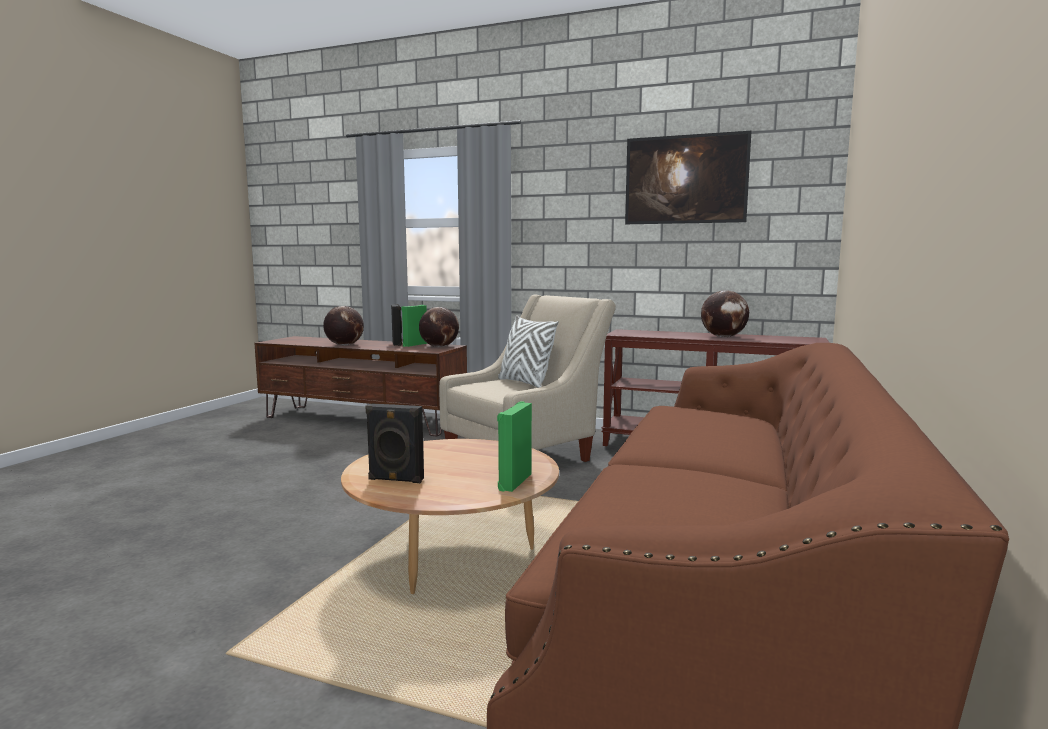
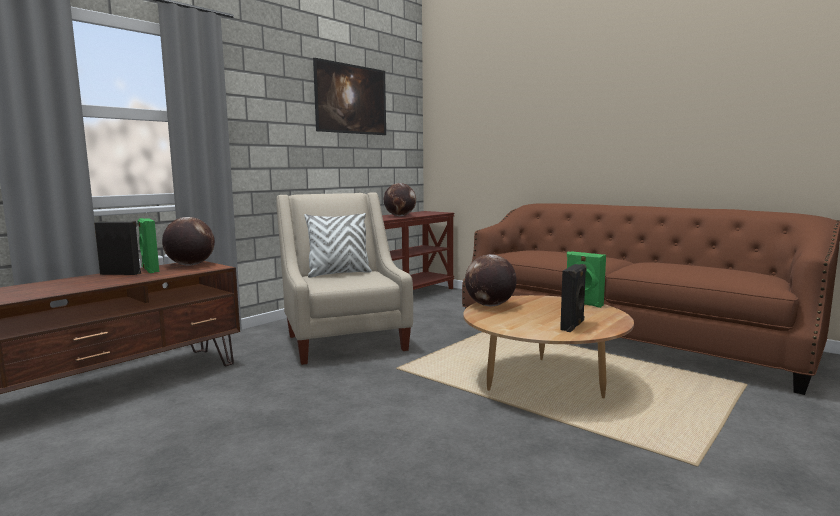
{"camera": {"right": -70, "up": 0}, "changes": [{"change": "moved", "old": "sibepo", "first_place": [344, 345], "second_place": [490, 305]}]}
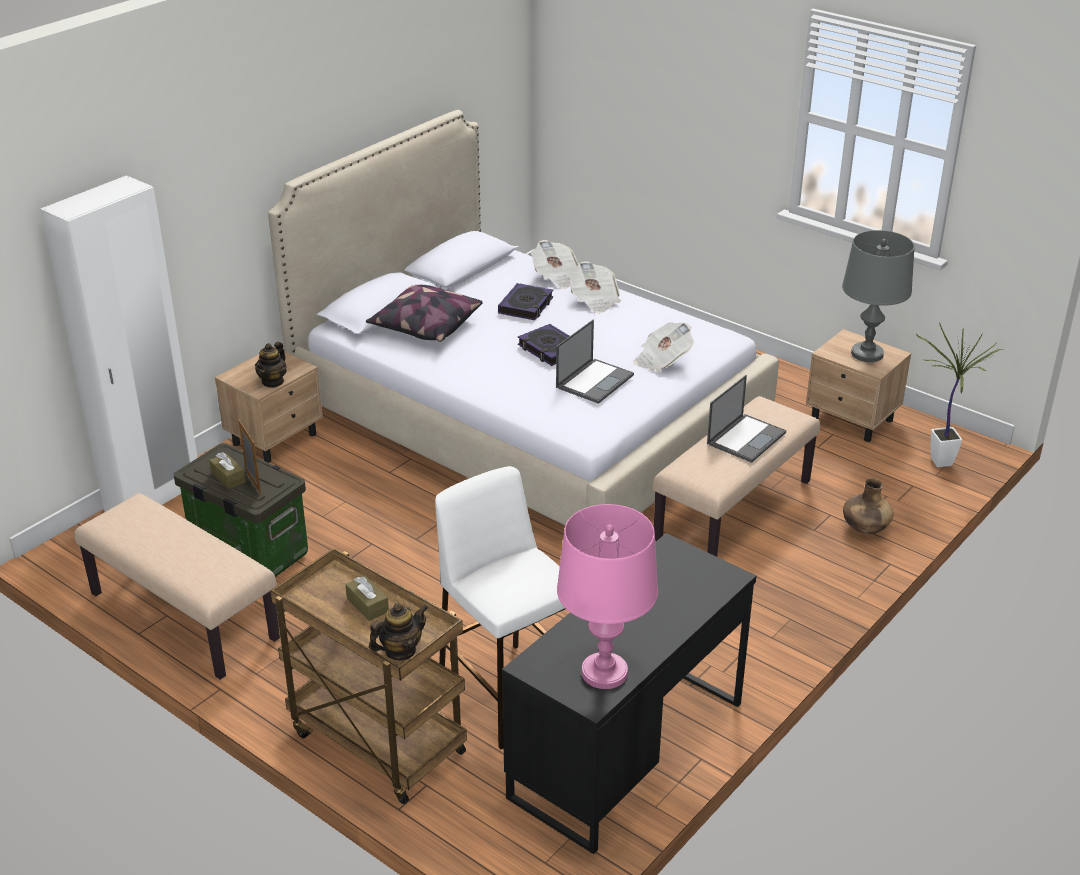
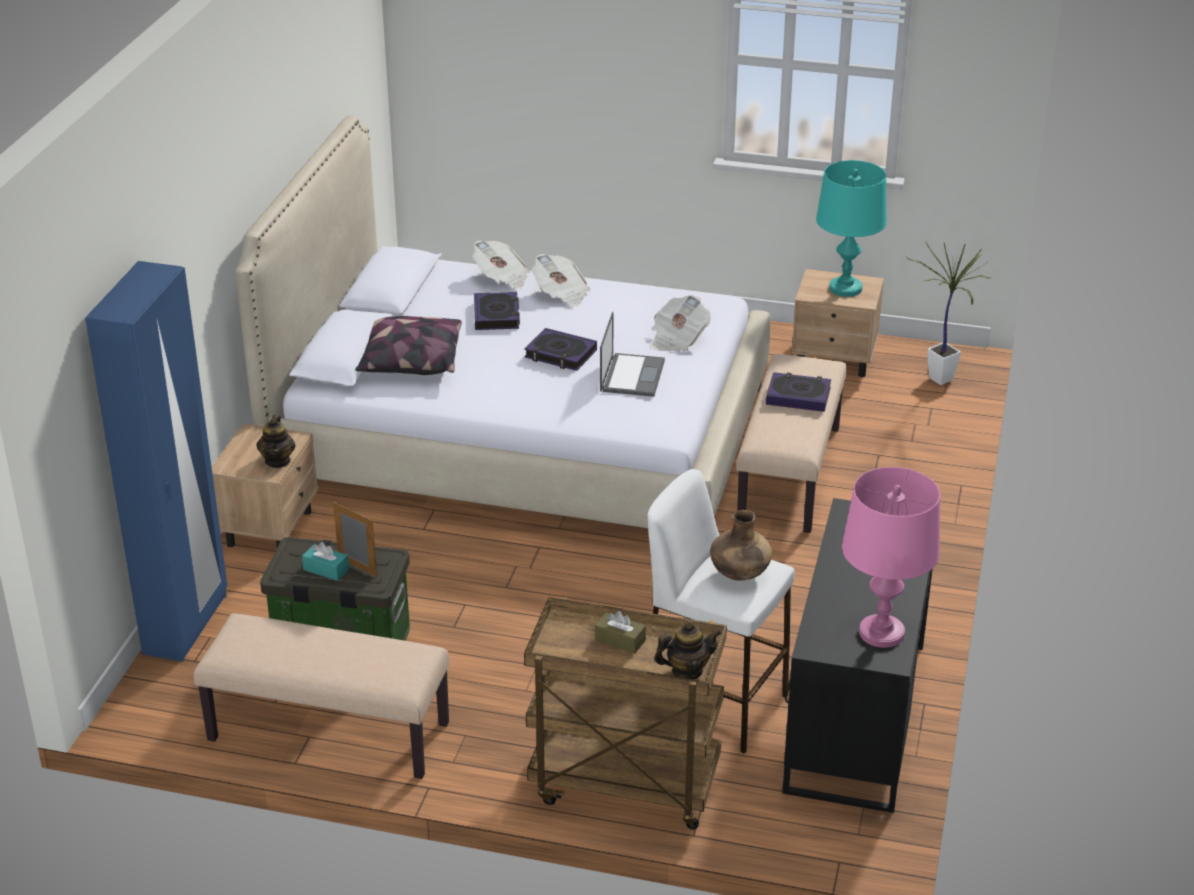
{"camera": {"right": -25, "up": 0}, "changes": [{"change": "recoloured", "old": "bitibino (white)", "new": "bitibino (blue)", "first_place": [154, 497], "second_place": [186, 624]}, {"change": "recoloured", "old": "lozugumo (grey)", "new": "lozugumo (turquoise)", "first_place": [867, 354], "second_place": [845, 288]}, {"change": "replaced", "old": "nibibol", "new": "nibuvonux", "first_place": [746, 438], "second_place": [798, 396]}, {"change": "recoloured", "old": "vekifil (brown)", "new": "vekifil (turquoise)", "first_place": [228, 477], "second_place": [326, 569]}, {"change": "moved", "old": "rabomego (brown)", "first_place": [865, 529], "second_place": [739, 574]}, {"change": "turned", "old": "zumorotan", "first_place": [400, 651], "second_place": [687, 670], "degrees": 45}]}
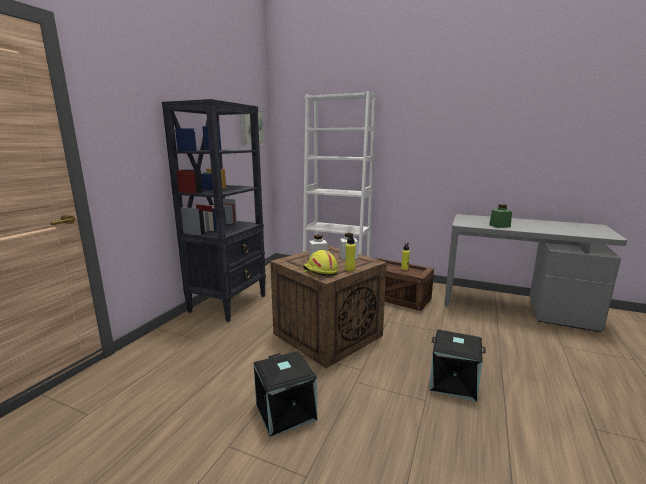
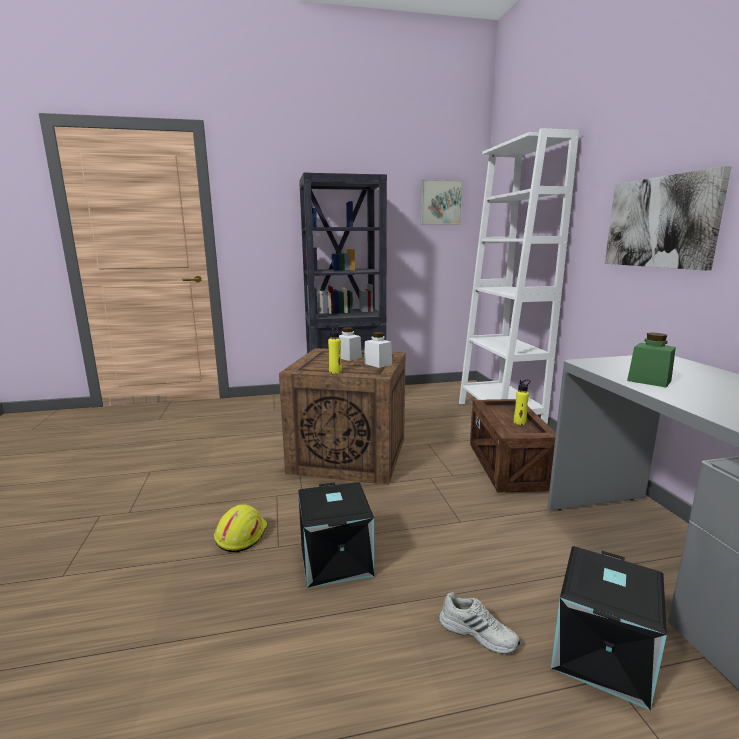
{"camera": {"right": 55, "up": 0}, "changes": [{"change": "moved", "old": "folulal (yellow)", "first_place": [320, 271], "second_place": [241, 535]}, {"change": "moved", "old": "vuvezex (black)", "first_place": [286, 411], "second_place": [603, 655]}, {"change": "added", "new": "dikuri", "second_place": [661, 222]}, {"change": "added", "new": "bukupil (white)", "second_place": [478, 632]}]}
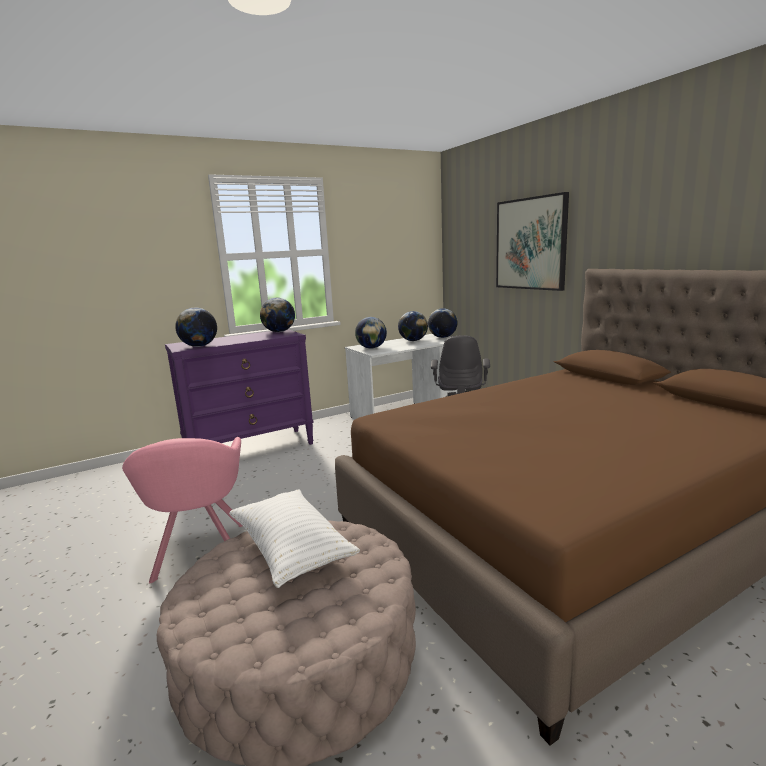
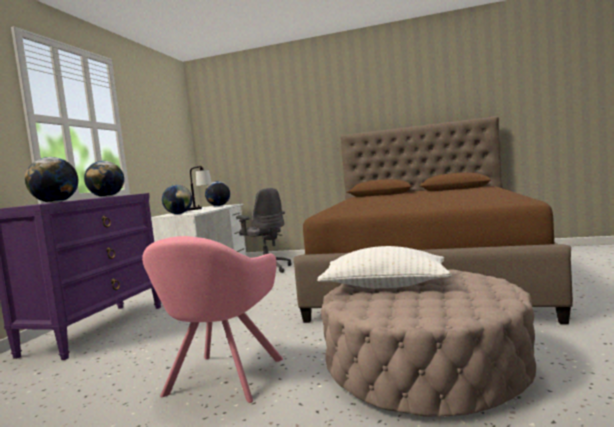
{"camera": {"right": -45, "up": -10}, "changes": [{"change": "removed", "old": "dikuri", "first_place": [530, 244]}, {"change": "replaced", "old": "sibepo", "new": "lozugumo", "first_place": [413, 340], "second_place": [200, 209]}, {"change": "turned", "old": "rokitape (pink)", "first_place": [200, 554], "second_place": [221, 380], "degrees": 75}]}
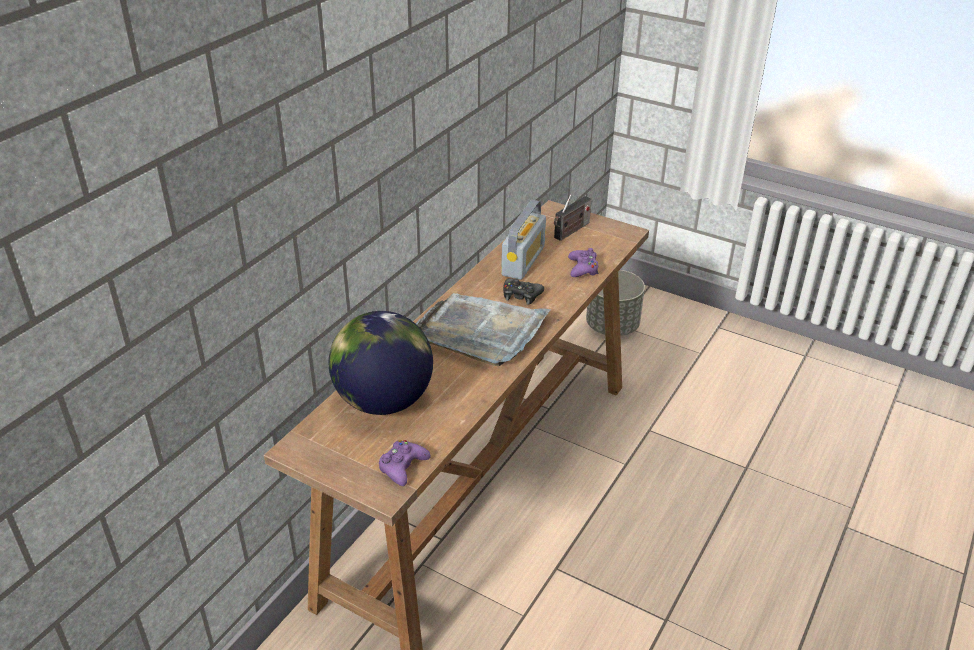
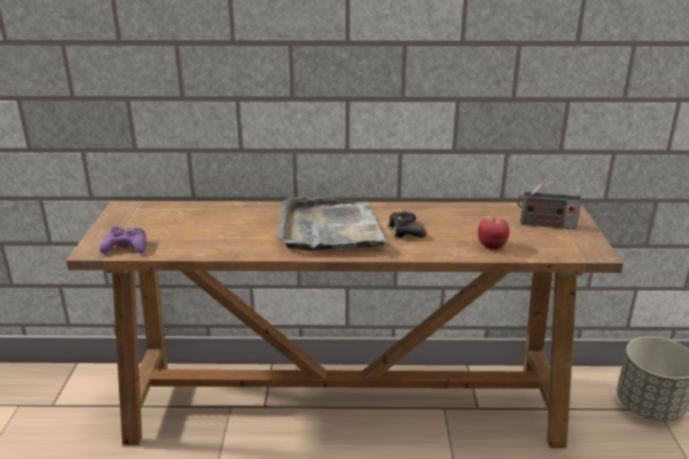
{"camera": {"right": 60, "up": -10}, "changes": [{"change": "removed", "old": "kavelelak", "first_place": [523, 261]}, {"change": "replaced", "old": "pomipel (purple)", "new": "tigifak", "first_place": [583, 268], "second_place": [492, 246]}, {"change": "removed", "old": "sibepo", "first_place": [383, 401]}]}
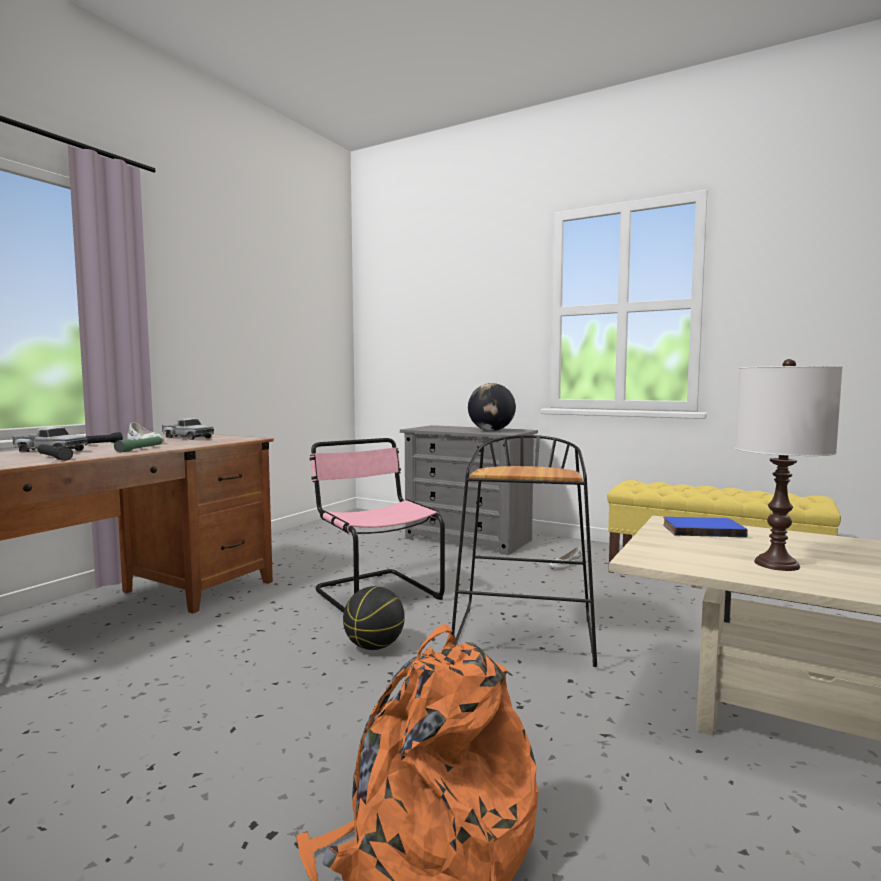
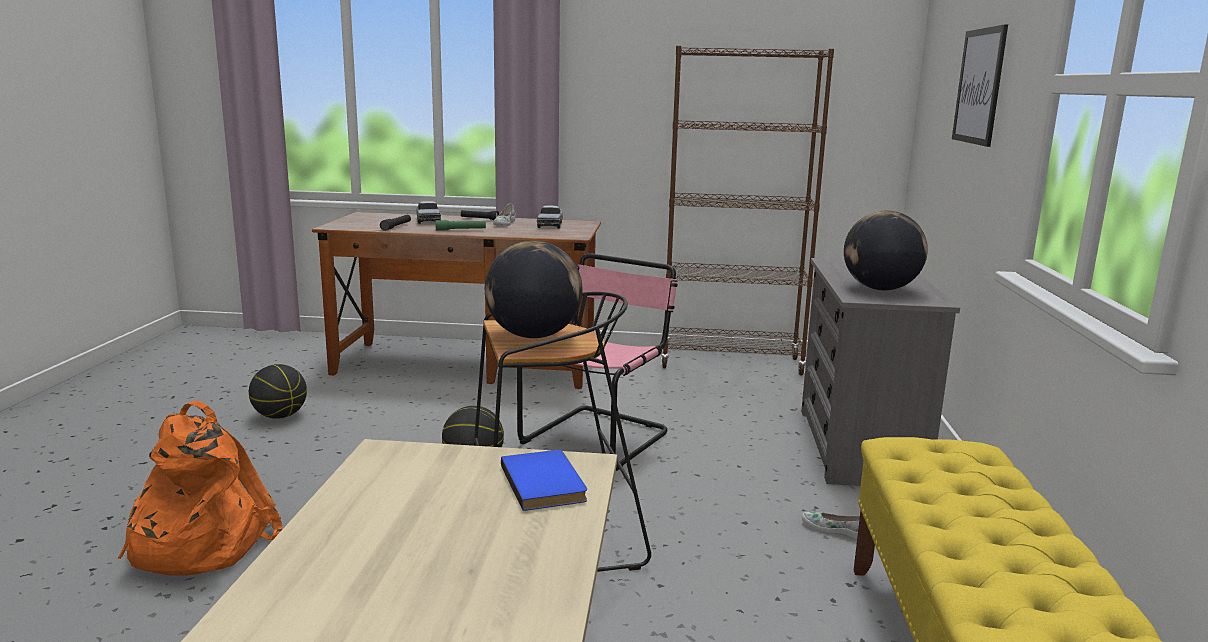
{"camera": {"right": 65, "up": 10}, "changes": [{"change": "removed", "old": "lozugumo (white)", "first_place": [777, 564]}, {"change": "added", "new": "dikuri", "second_place": [979, 86]}, {"change": "added", "new": "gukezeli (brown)", "second_place": [731, 363]}, {"change": "added", "new": "sibepo", "second_place": [533, 336]}, {"change": "added", "new": "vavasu", "second_place": [280, 416]}]}
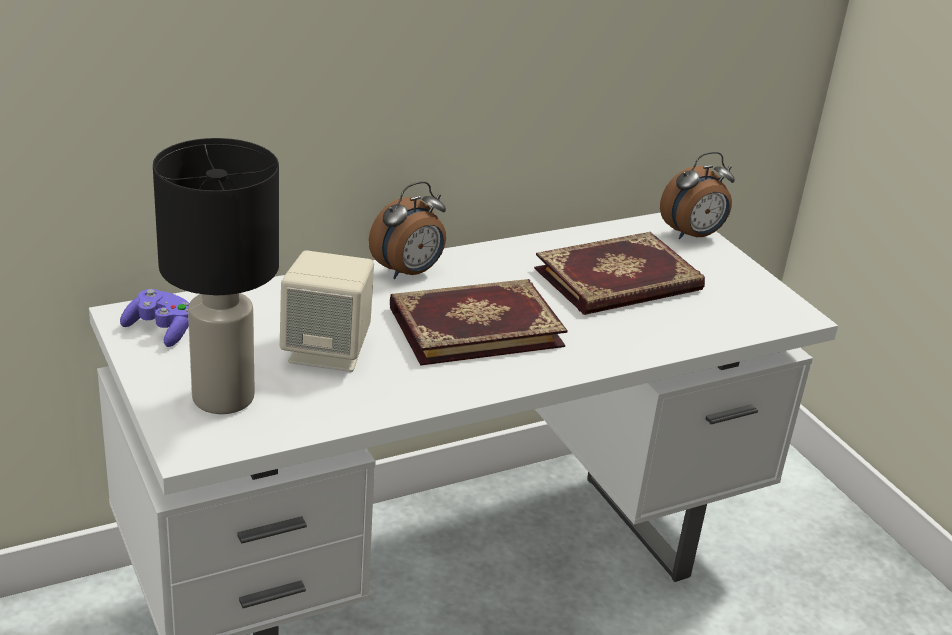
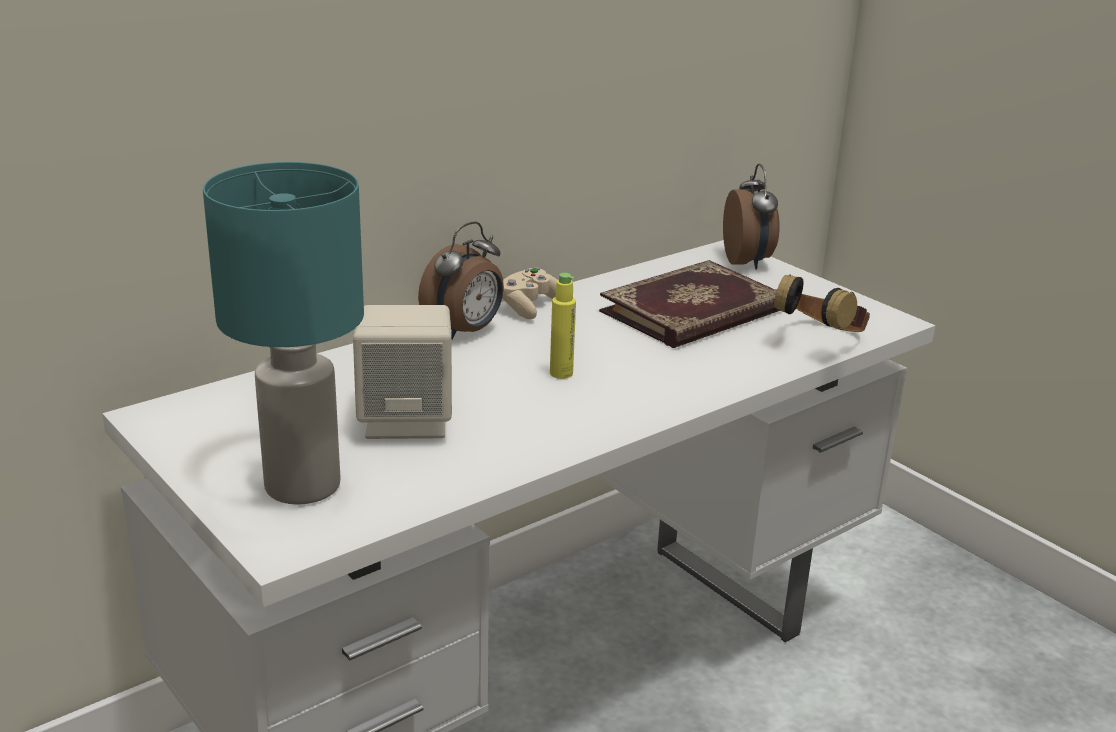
{"camera": {"right": -10, "up": -5}, "changes": [{"change": "recoloured", "old": "lozugumo (black)", "new": "lozugumo (turquoise)", "first_place": [222, 398], "second_place": [301, 487]}, {"change": "turned", "old": "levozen", "first_place": [693, 235], "second_place": [748, 262], "degrees": -60}, {"change": "replaced", "old": "nibuvonux", "new": "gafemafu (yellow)", "first_place": [475, 325], "second_place": [561, 373]}, {"change": "removed", "old": "pomipel (purple)", "first_place": [161, 330]}, {"change": "added", "new": "pomipel (beige)", "second_place": [529, 307]}, {"change": "added", "new": "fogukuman", "second_place": [821, 340]}]}
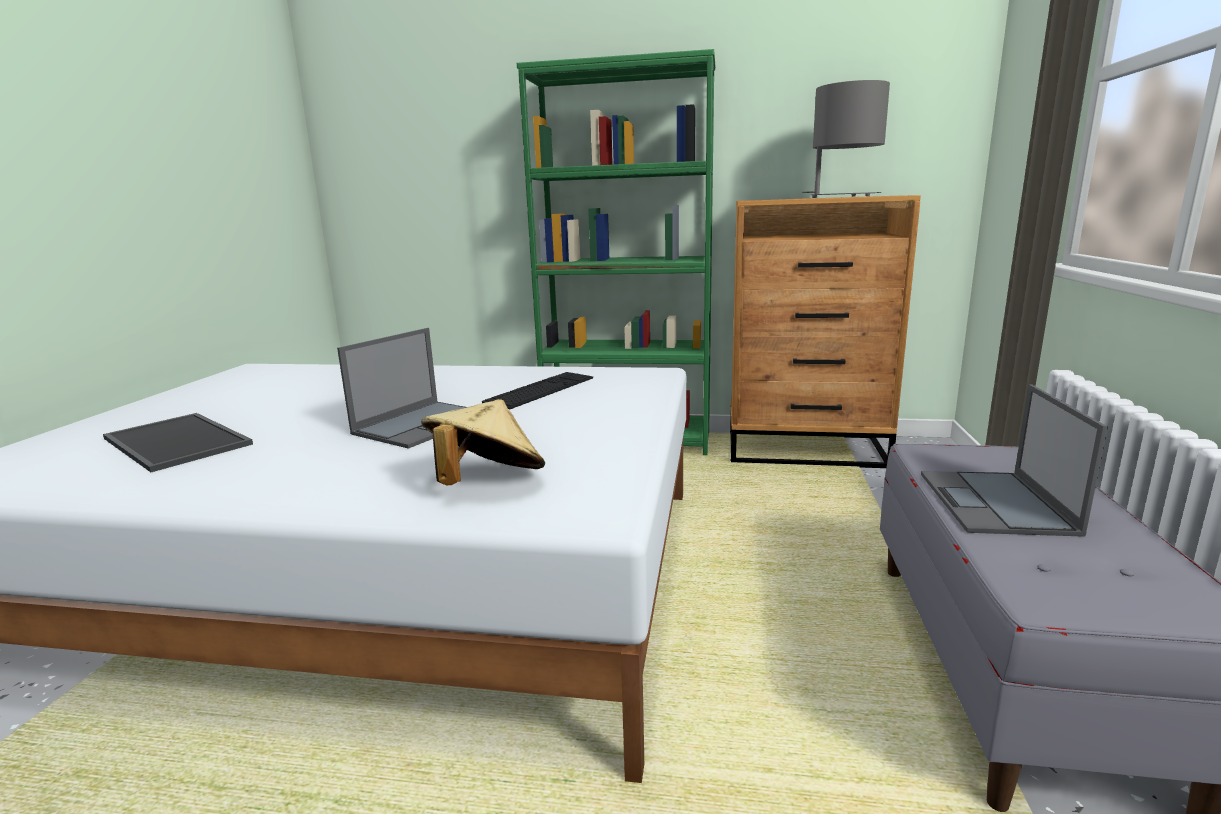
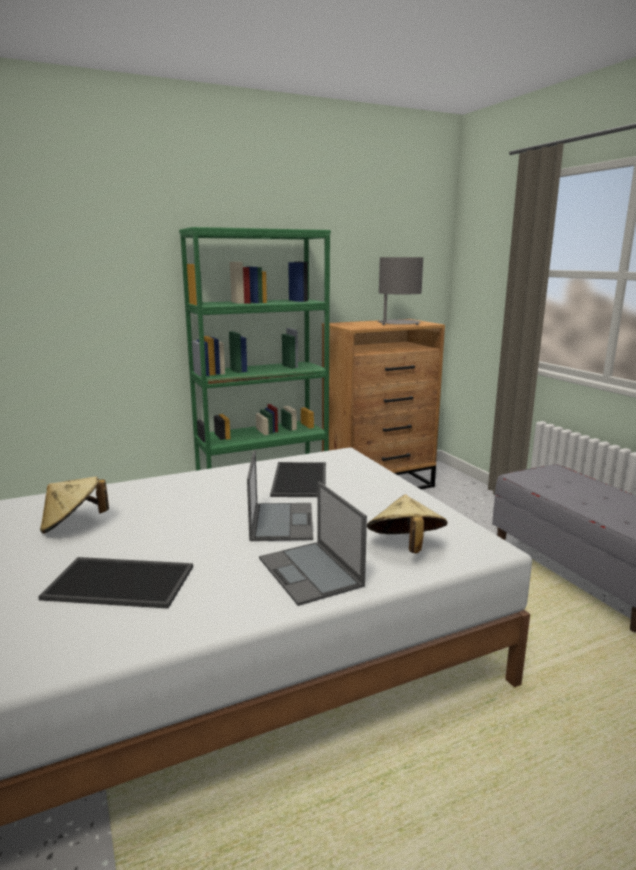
{"camera": {"right": -35, "up": 0}, "changes": [{"change": "replaced", "old": "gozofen", "new": "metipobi", "first_place": [540, 390], "second_place": [301, 480]}, {"change": "moved", "old": "nibibol", "first_place": [996, 503], "second_place": [311, 572]}, {"change": "added", "new": "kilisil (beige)", "second_place": [73, 525]}]}
